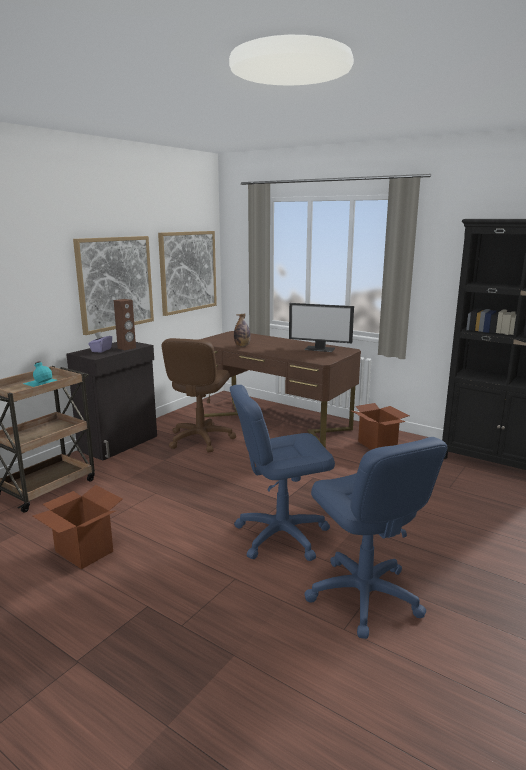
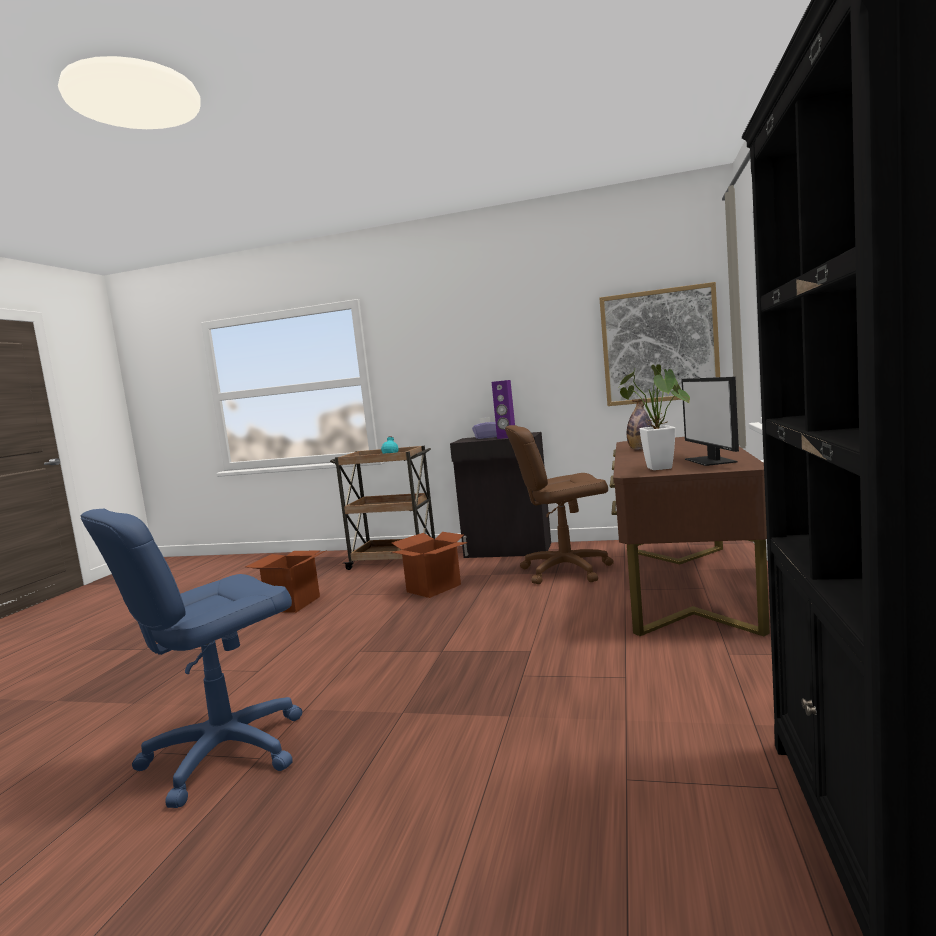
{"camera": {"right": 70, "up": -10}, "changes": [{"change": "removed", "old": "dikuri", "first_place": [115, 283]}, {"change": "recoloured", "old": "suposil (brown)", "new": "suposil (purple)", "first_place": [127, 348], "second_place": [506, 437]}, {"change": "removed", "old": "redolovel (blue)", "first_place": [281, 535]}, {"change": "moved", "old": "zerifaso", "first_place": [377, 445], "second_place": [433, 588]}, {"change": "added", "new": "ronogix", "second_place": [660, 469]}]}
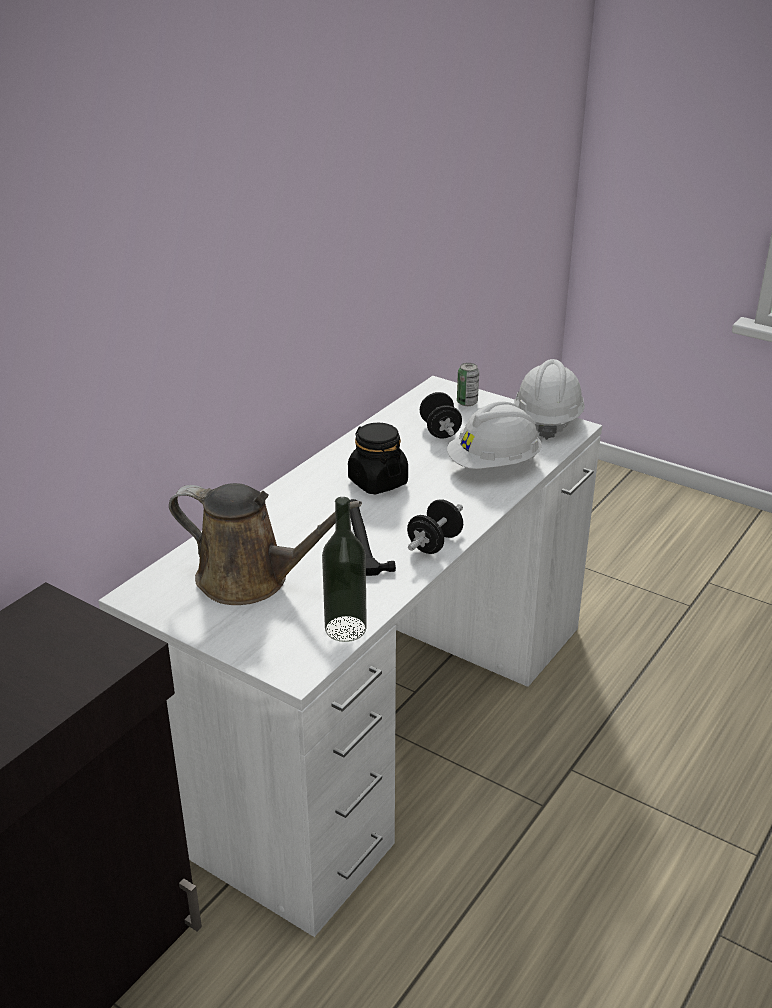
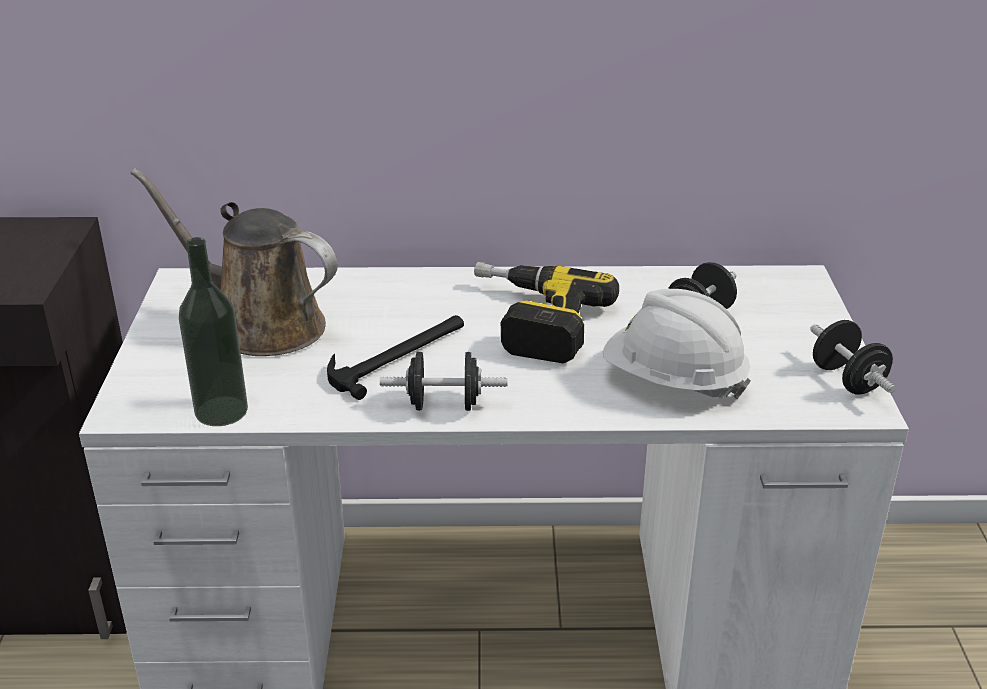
{"camera": {"right": 55, "up": 0}, "changes": [{"change": "replaced", "old": "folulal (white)", "new": "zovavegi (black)", "first_place": [547, 420], "second_place": [847, 380]}, {"change": "removed", "old": "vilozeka", "first_place": [467, 402]}, {"change": "replaced", "old": "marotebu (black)", "new": "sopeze", "first_place": [377, 482], "second_place": [529, 321]}, {"change": "turned", "old": "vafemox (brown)", "first_place": [251, 579], "second_place": [260, 325], "degrees": 135}]}
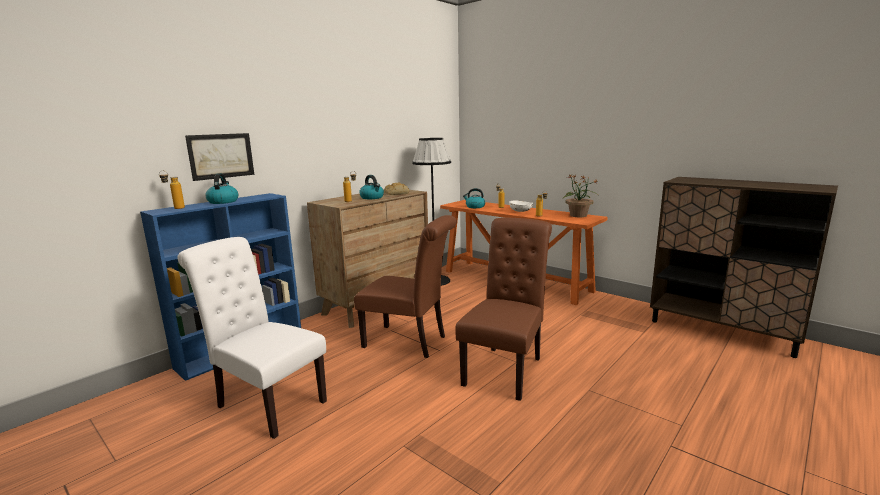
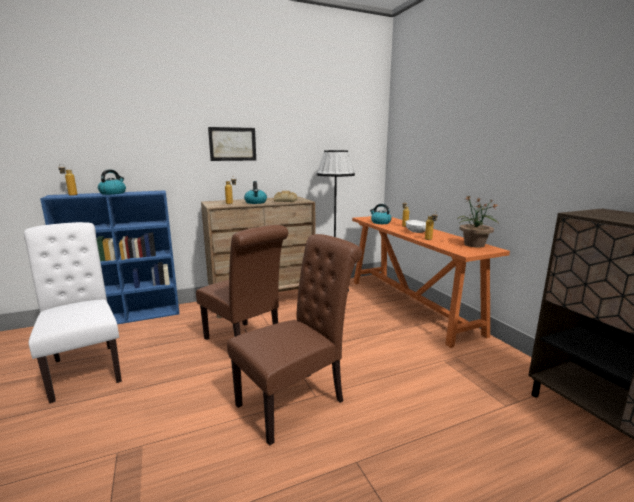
{"camera": {"right": 25, "up": 0}, "changes": [{"change": "moved", "old": "dikuri", "first_place": [221, 156], "second_place": [232, 144]}]}
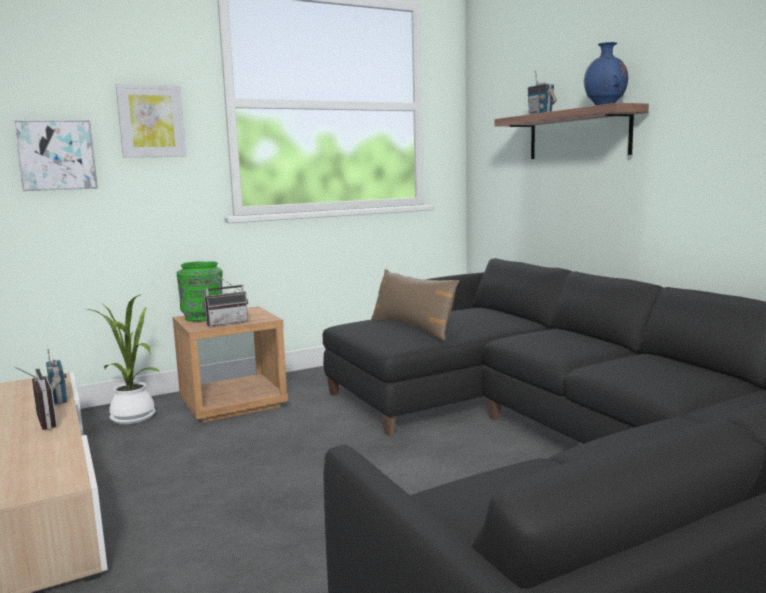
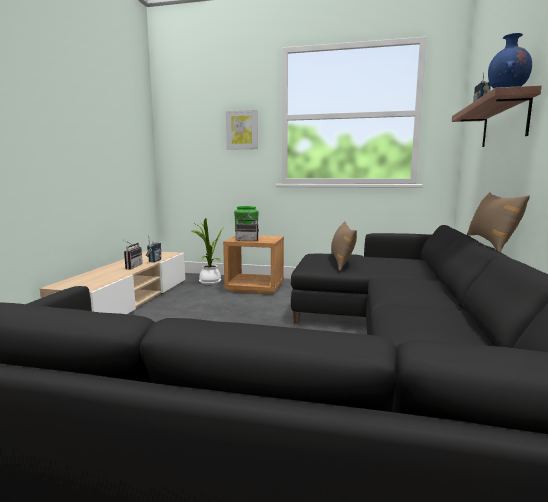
{"camera": {"right": 40, "up": 0}, "changes": [{"change": "removed", "old": "dikuri", "first_place": [56, 155]}, {"change": "added", "new": "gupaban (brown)", "second_place": [491, 243]}]}
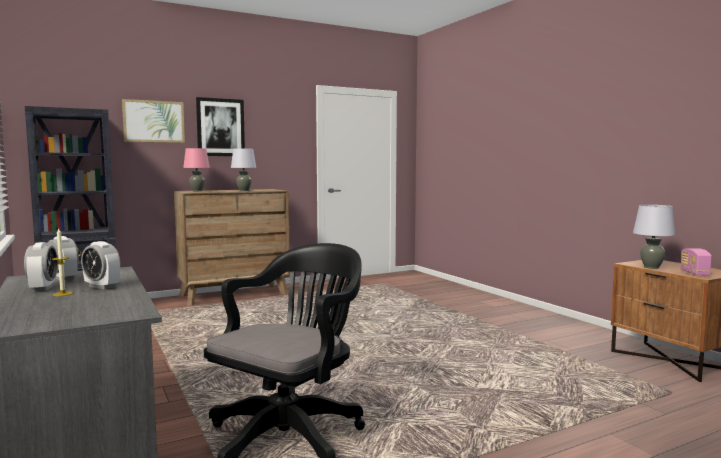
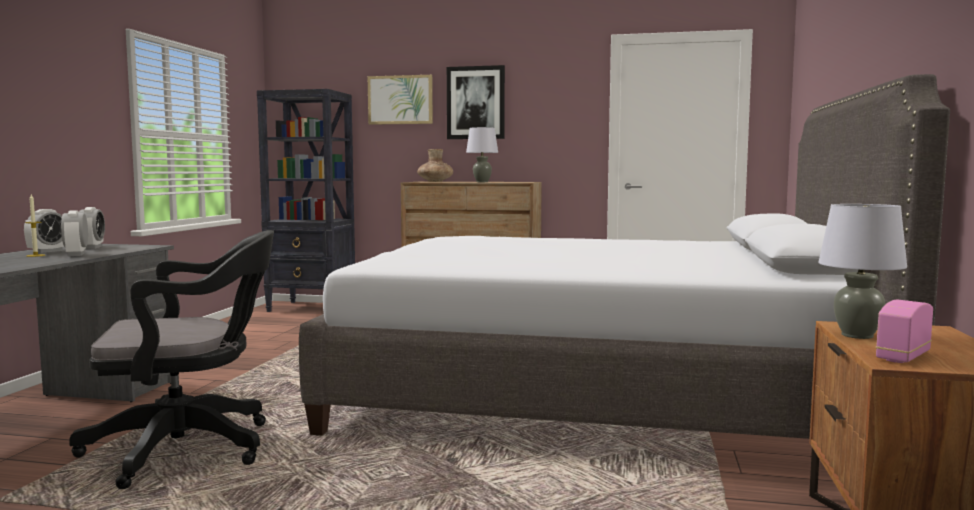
{"camera": {"right": 40, "up": 0}, "changes": [{"change": "replaced", "old": "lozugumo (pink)", "new": "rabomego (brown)", "first_place": [197, 191], "second_place": [435, 181]}, {"change": "added", "new": "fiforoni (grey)", "second_place": [598, 395]}]}
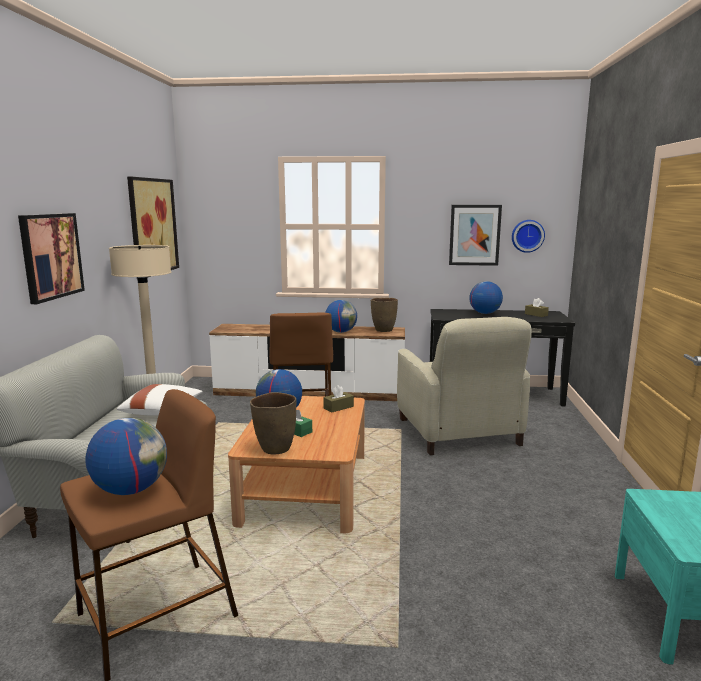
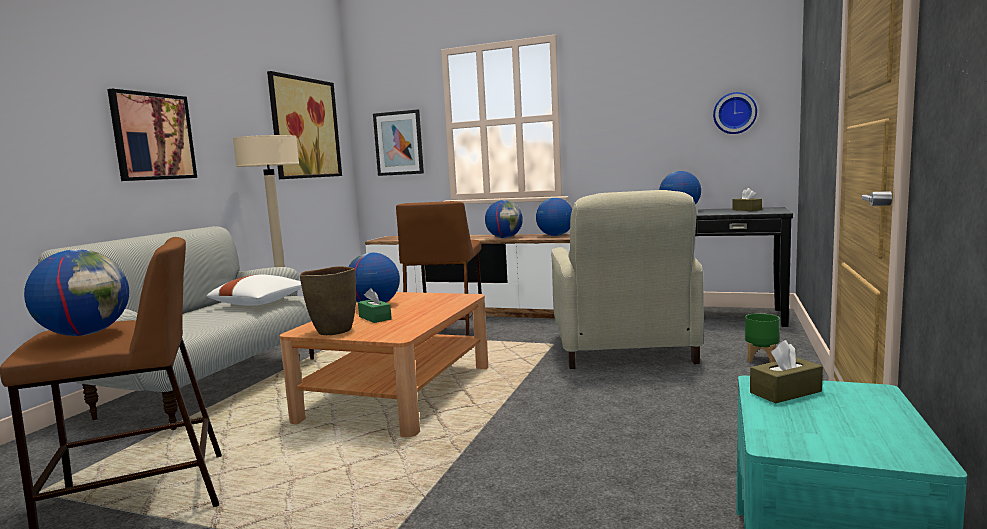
{"camera": {"right": 15, "up": -5}, "changes": [{"change": "moved", "old": "dikuri", "first_place": [474, 235], "second_place": [398, 143]}, {"change": "replaced", "old": "rabomego (brown)", "new": "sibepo", "first_place": [383, 330], "second_place": [555, 235]}, {"change": "moved", "old": "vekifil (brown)", "first_place": [338, 407], "second_place": [785, 392]}, {"change": "added", "new": "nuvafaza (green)", "second_place": [762, 359]}]}
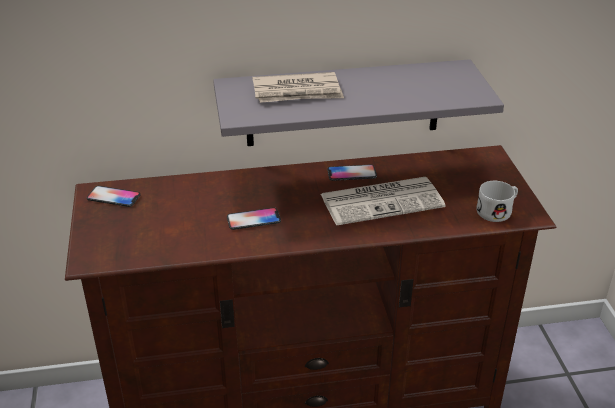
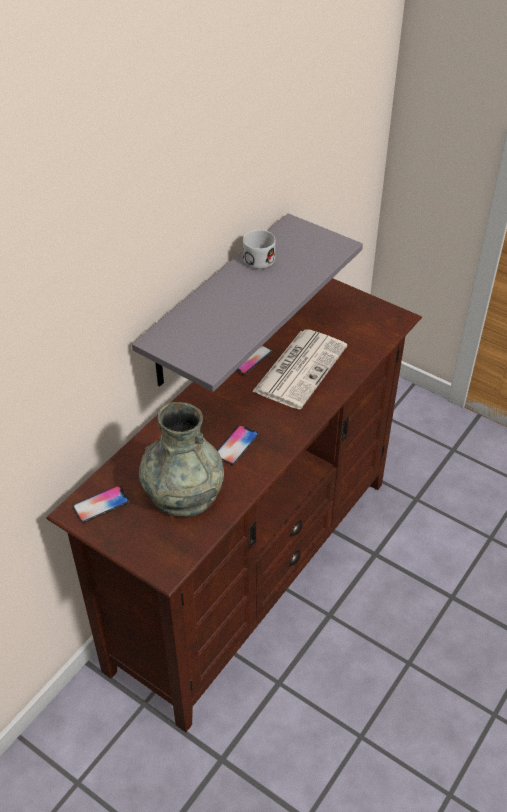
{"camera": {"right": -45, "up": 10}, "changes": [{"change": "removed", "old": "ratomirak", "first_place": [297, 92]}, {"change": "moved", "old": "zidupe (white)", "first_place": [498, 210], "second_place": [260, 257]}, {"change": "added", "new": "rabomego (grey)", "second_place": [183, 492]}]}
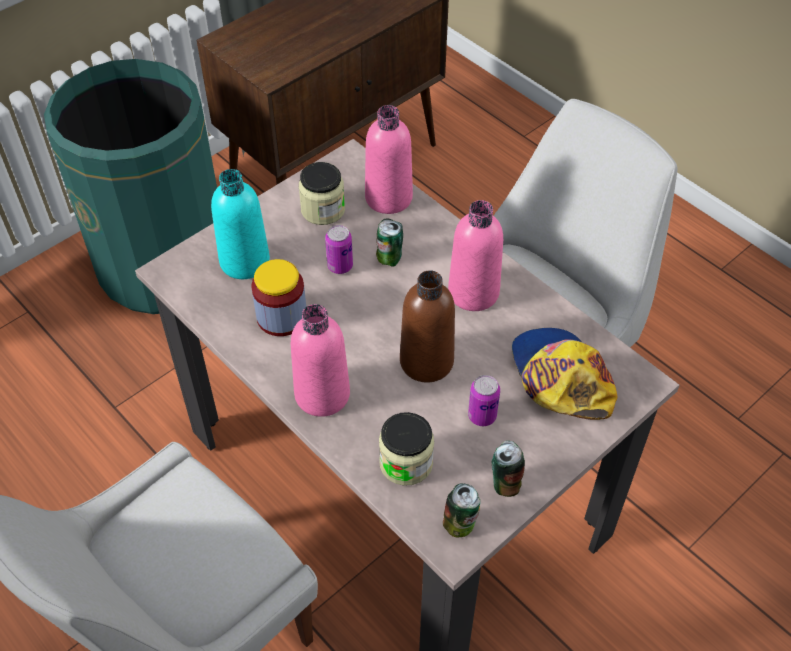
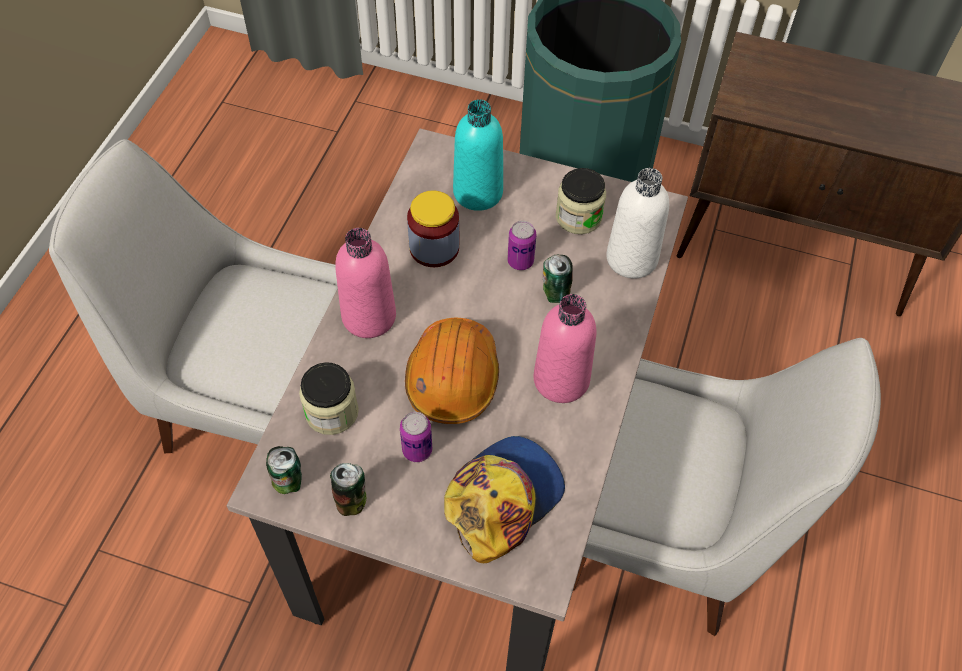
{"camera": {"right": 60, "up": 5}, "changes": [{"change": "recoloured", "old": "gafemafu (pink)", "new": "gafemafu (white)", "first_place": [388, 198], "second_place": [631, 258]}, {"change": "replaced", "old": "gafemafu (brown)", "new": "folulal (orange)", "first_place": [426, 361], "second_place": [453, 378]}]}
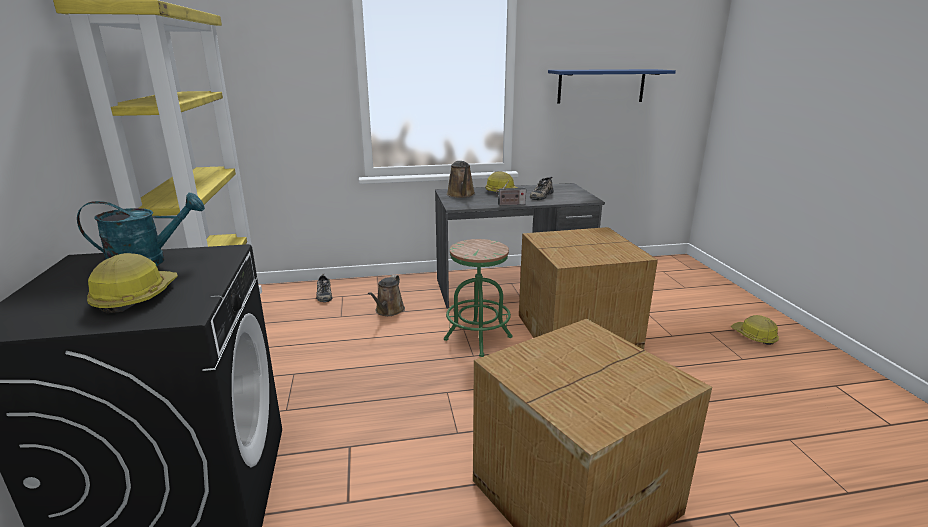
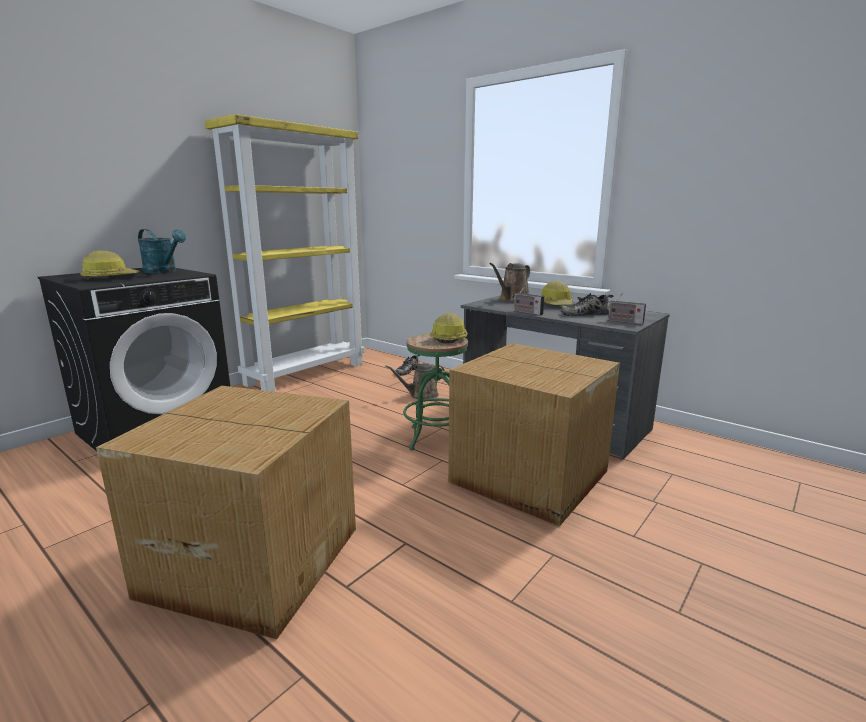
{"camera": {"right": 50, "up": -5}, "changes": [{"change": "removed", "old": "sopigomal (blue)", "first_place": [601, 86]}, {"change": "moved", "old": "folulal", "first_place": [754, 336], "second_place": [449, 338]}, {"change": "added", "new": "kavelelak", "second_place": [623, 322]}]}
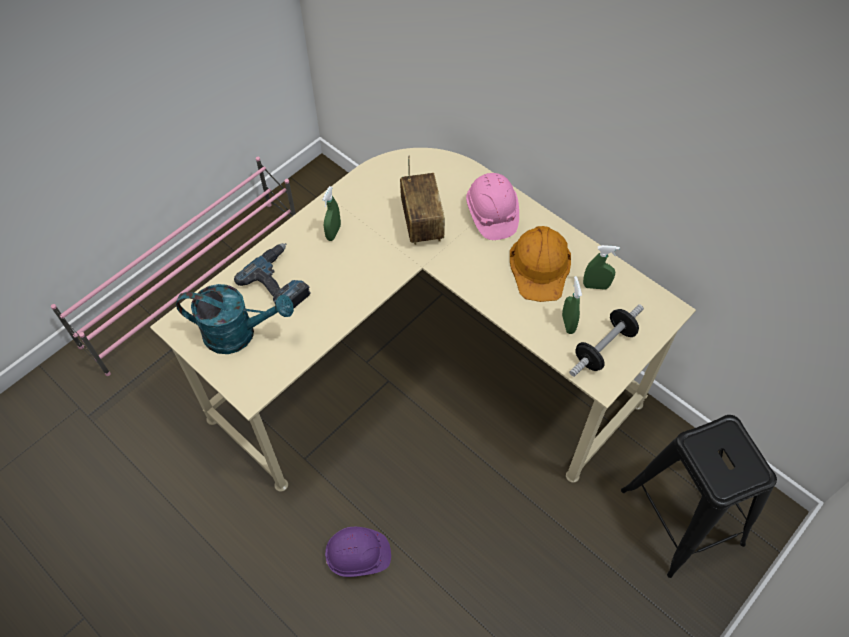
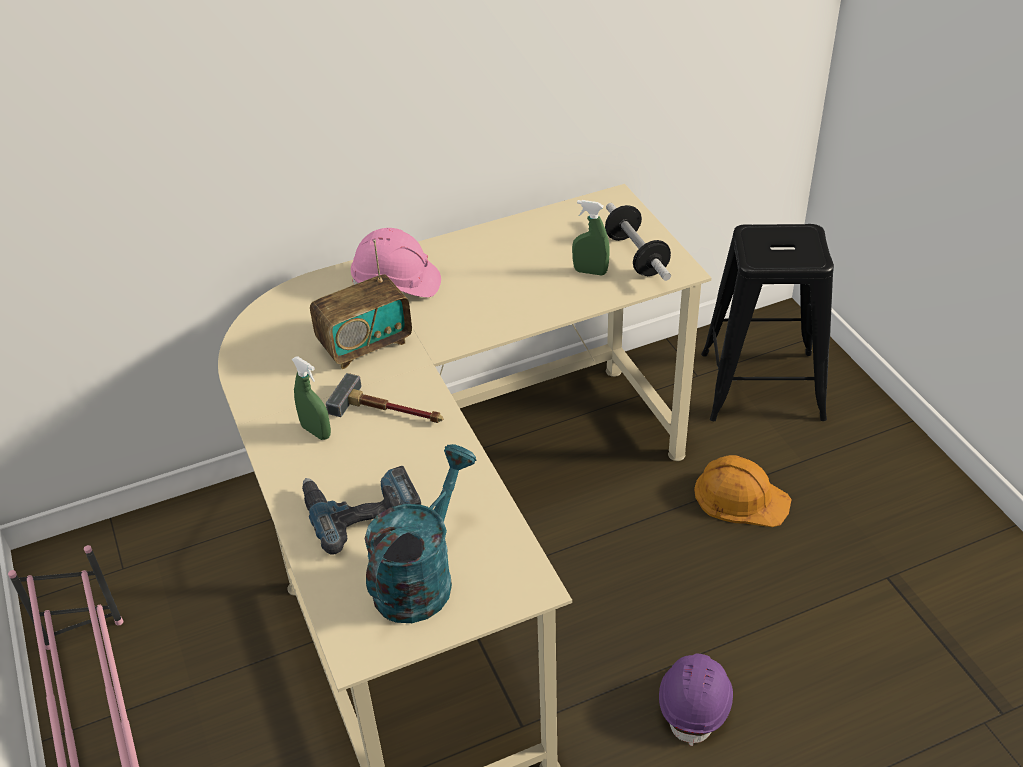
{"camera": {"right": -65, "up": -15}, "changes": [{"change": "turned", "old": "kavelelak", "first_place": [422, 223], "second_place": [365, 345], "degrees": 135}, {"change": "moved", "old": "folulal (orange)", "first_place": [540, 266], "second_place": [740, 497]}, {"change": "removed", "old": "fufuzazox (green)", "first_place": [596, 286]}, {"change": "added", "new": "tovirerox", "second_place": [389, 411]}]}
